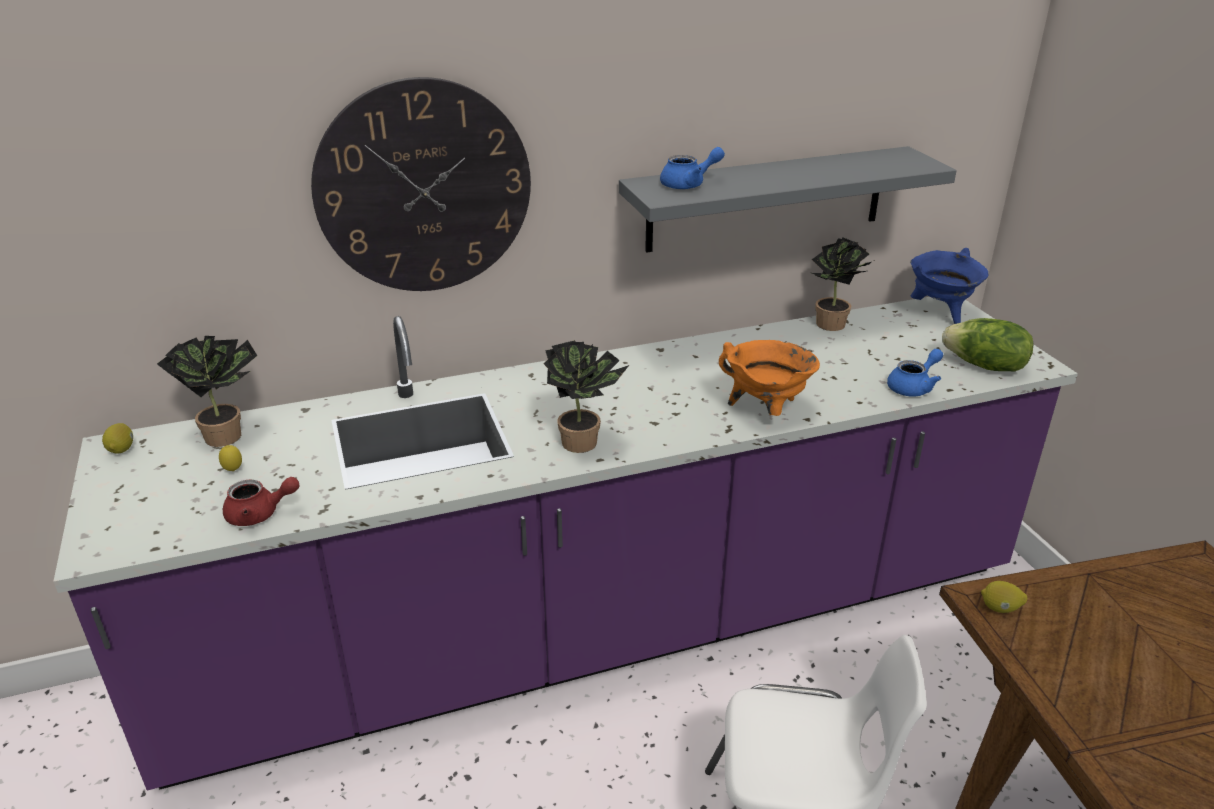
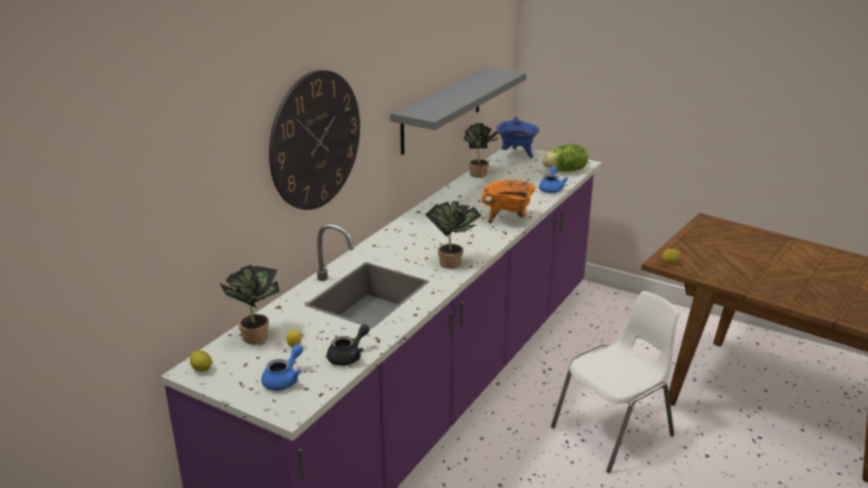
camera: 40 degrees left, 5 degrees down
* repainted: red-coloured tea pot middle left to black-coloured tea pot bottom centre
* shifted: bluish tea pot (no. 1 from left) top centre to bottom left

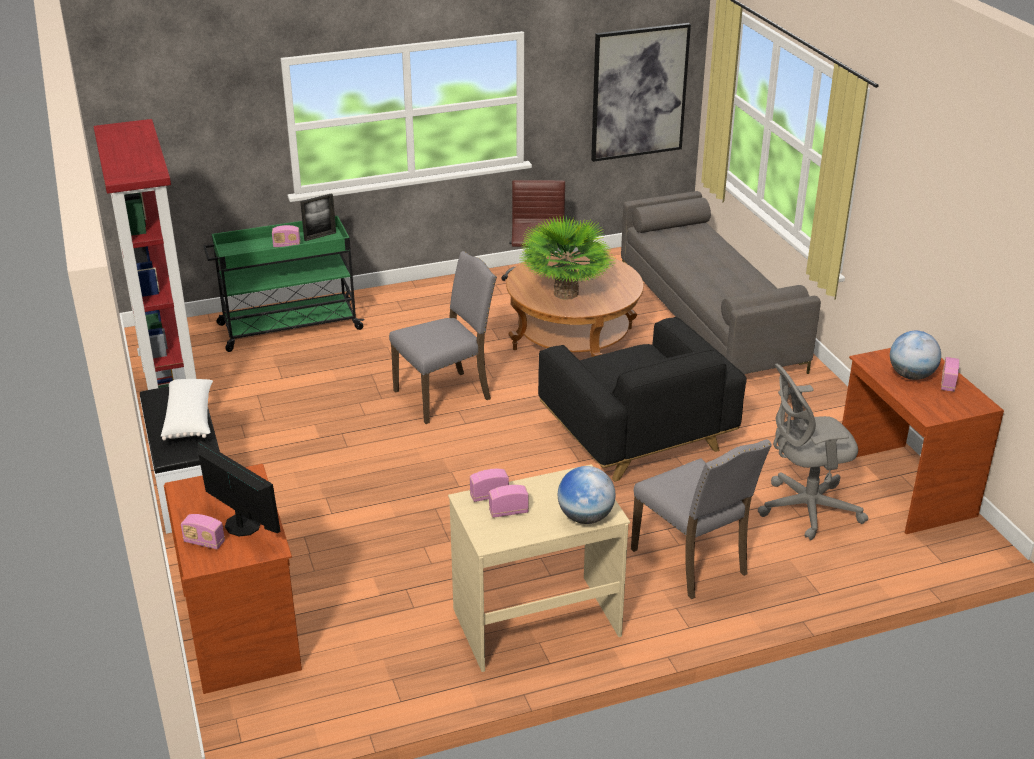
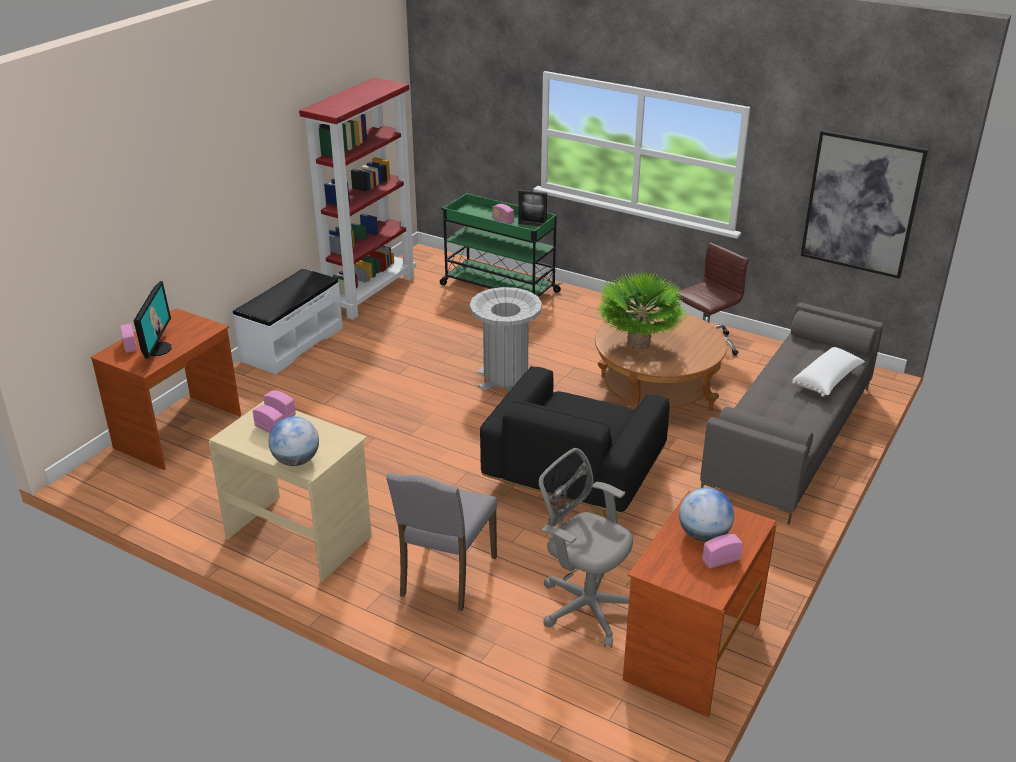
camera: 50 degrees right, 0 degrees up
* shifted: white-coloured cushion middle left to middle right
* swapped: gray chair (no. 1 from left) centre to gray waste bin centre

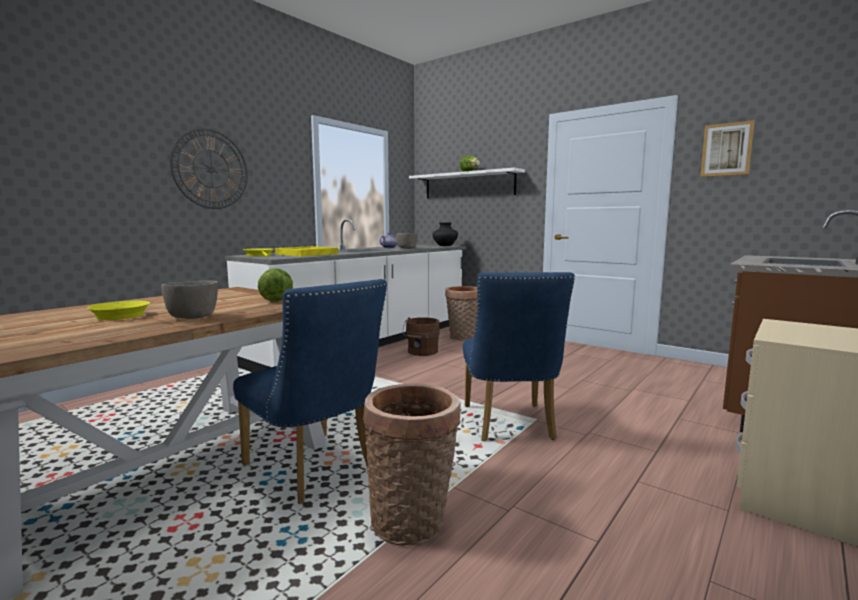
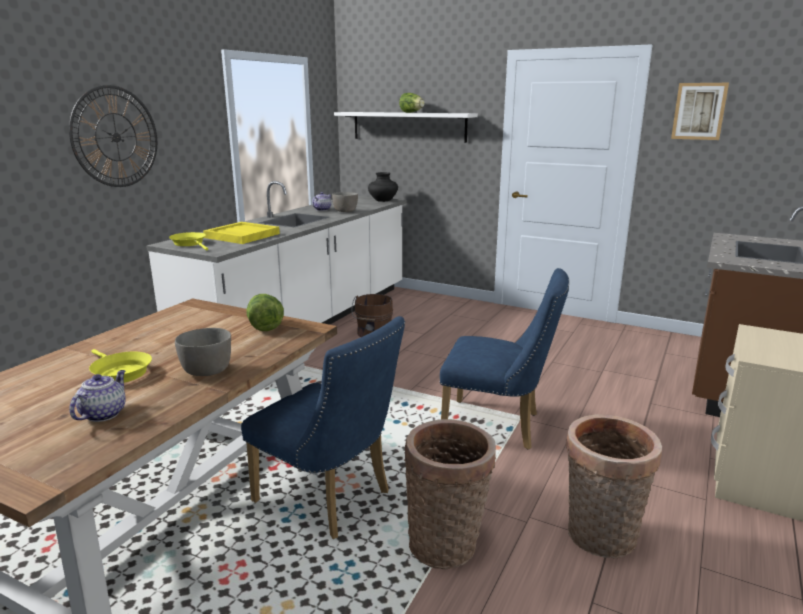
camera: 10 degrees left, 10 degrees up
* shifted: household basket (no. 2 from left) centre to bottom right
* rotated: bluish chair (no. 2 from left) centre = centre 60 degrees counterclockwise
* new: tea pot (no. 1 from left) middle left

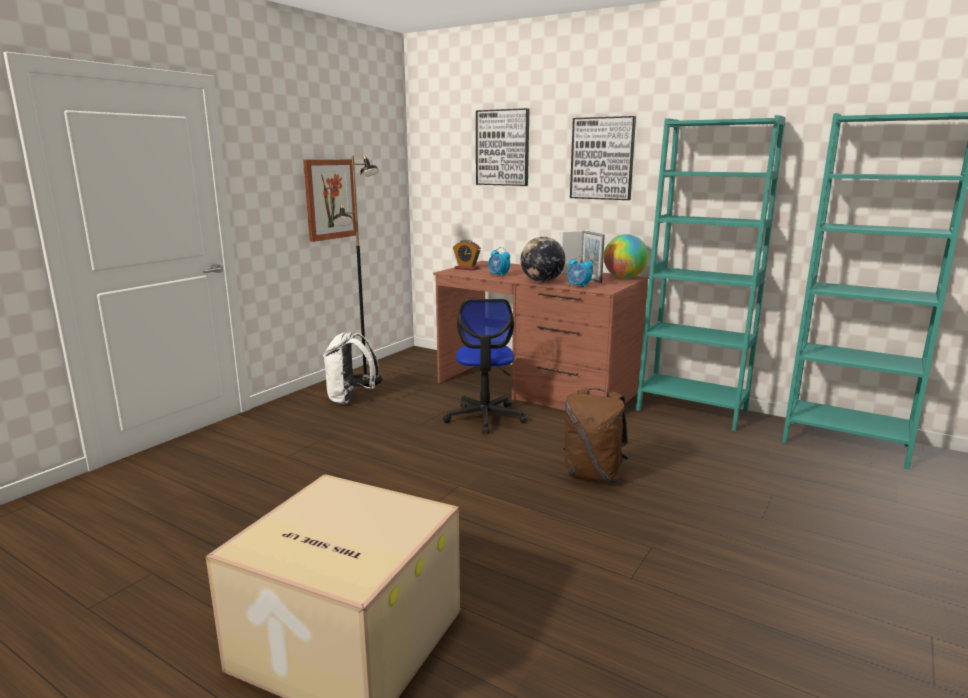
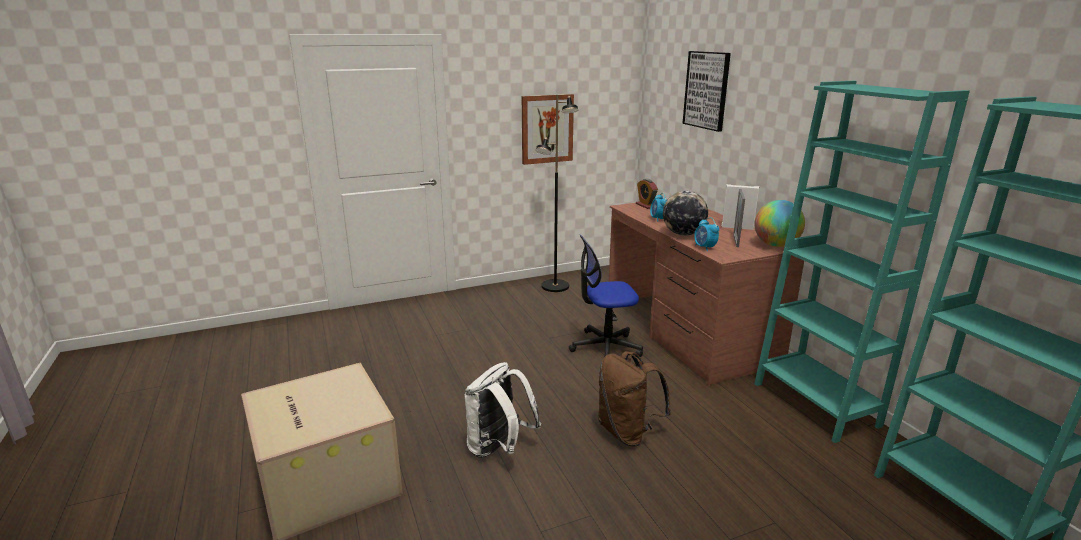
camera: 35 degrees right, 5 degrees up
* shifted: white-coloured knapsack centre to bottom centre
* rotated: office chair centre = centre 45 degrees clockwise
* gone: wall picture (no. 3 from left) top centre

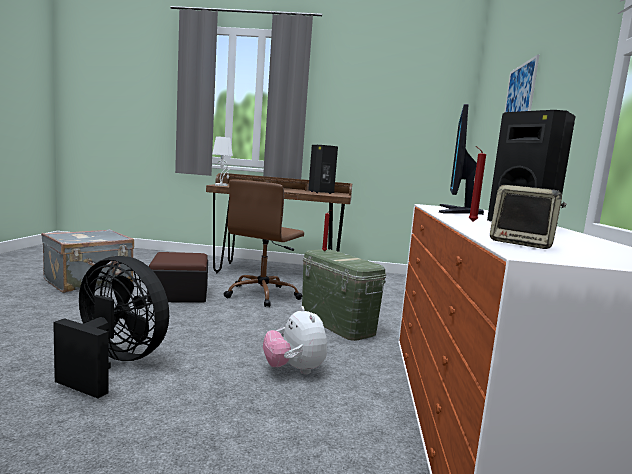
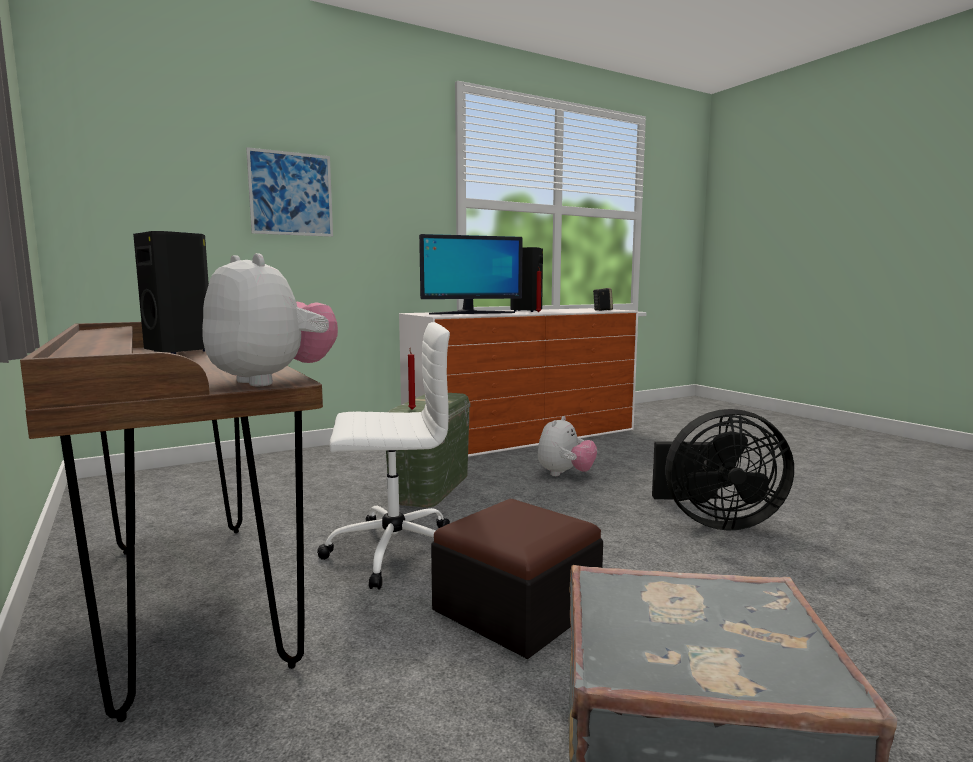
camera: 125 degrees left, 0 degrees up
* rotated: black-coloured fan bottom left = middle right 75 degrees counterclockwise
* swapped: white-coloured lamp for a table centre to soft toy (no. 1 from left) middle left
* repainted: brown office chair centre to white-coloured office chair centre

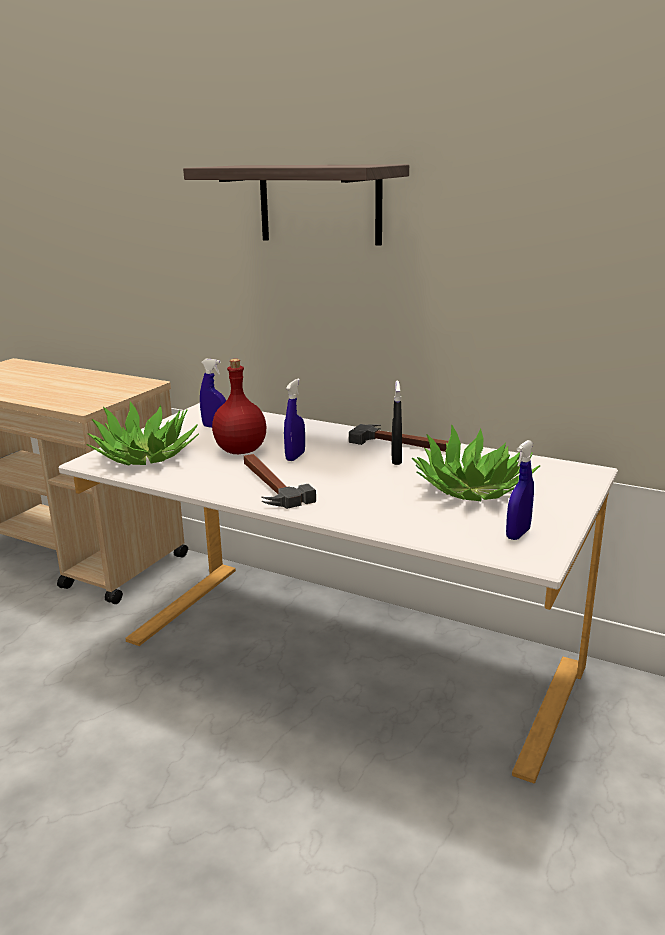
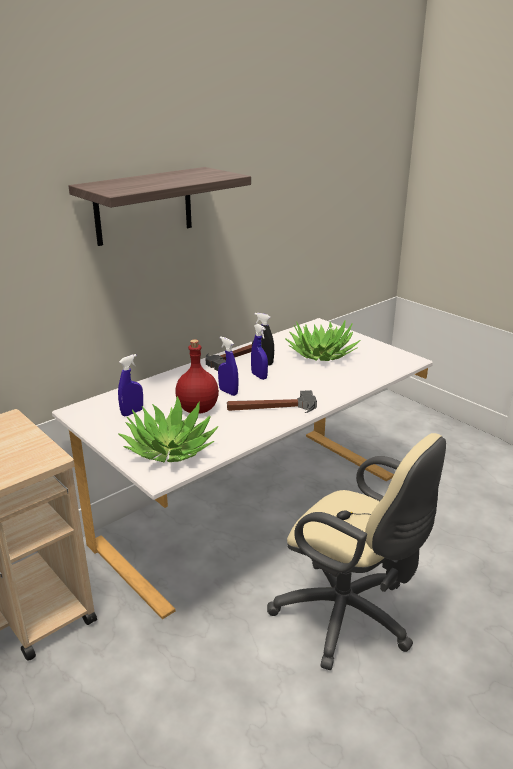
camera: 70 degrees left, 5 degrees up
* shifted: bluish spray bottle (no. 3 from left) middle right to centre
* new: beige office chair bottom right

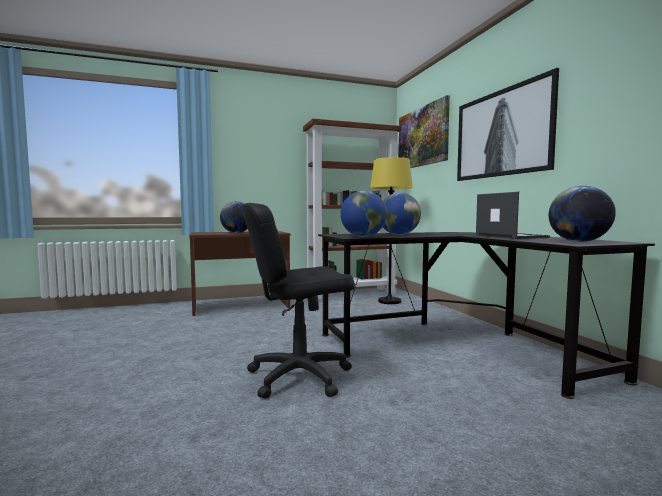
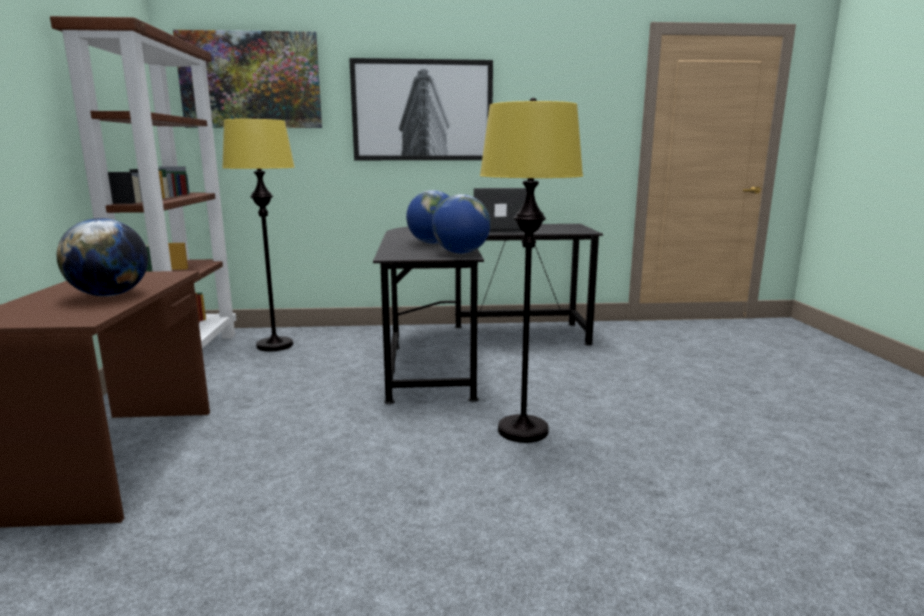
camera: 75 degrees left, 10 degrees up
* swapped: black-coloured office chair centre to yellow-coloured standing lamp (no. 2 from left) centre
* gone: globe (no. 4 from left) middle right

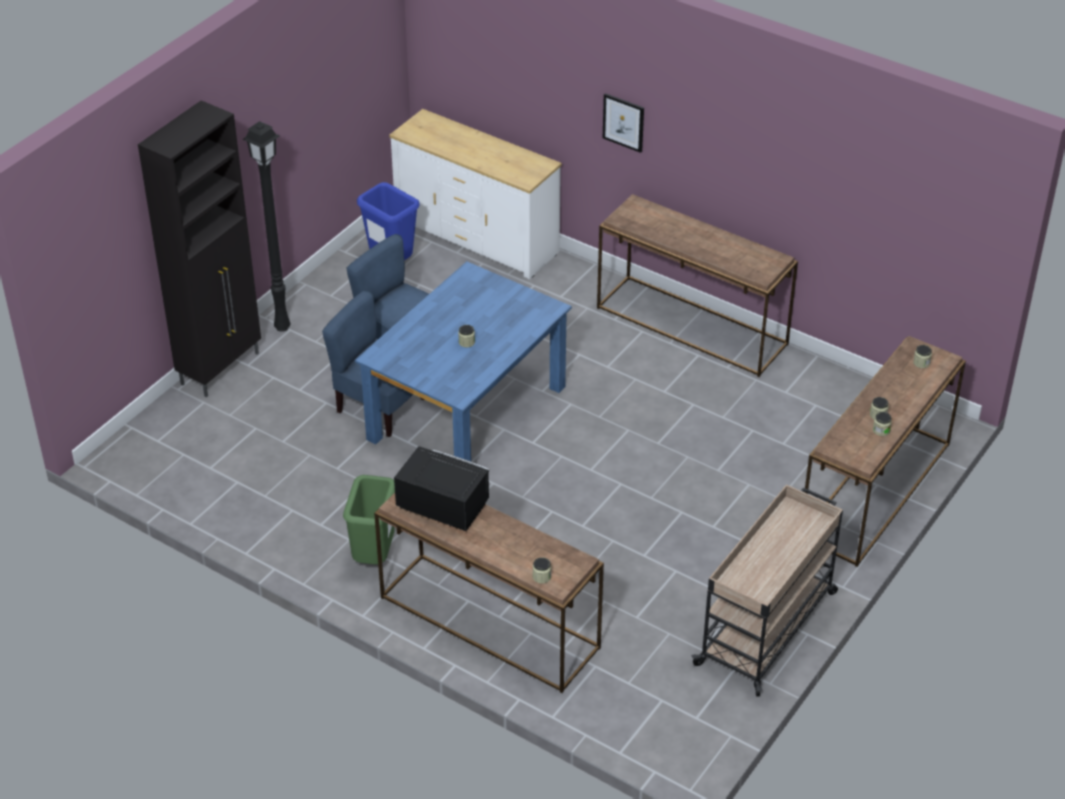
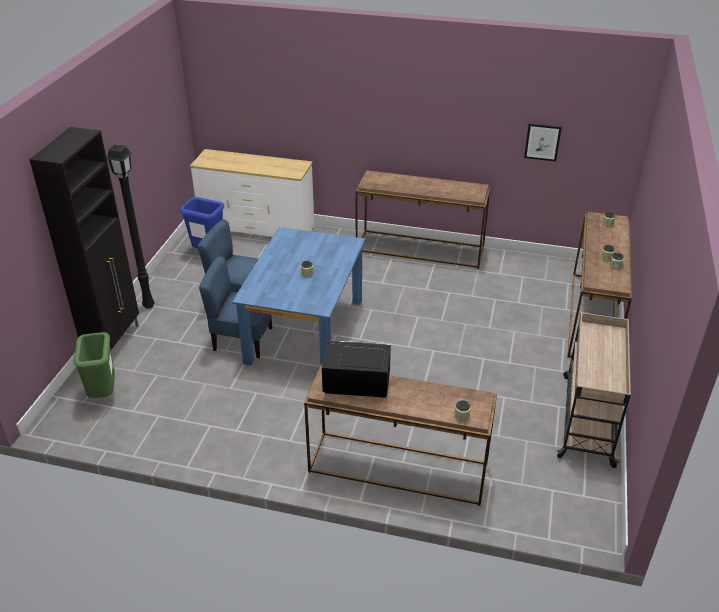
camera: 20 degrees left, 5 degrees down
* shifted: green-coloured waste bin centre to middle left
* shifted: wall picture top centre to top right

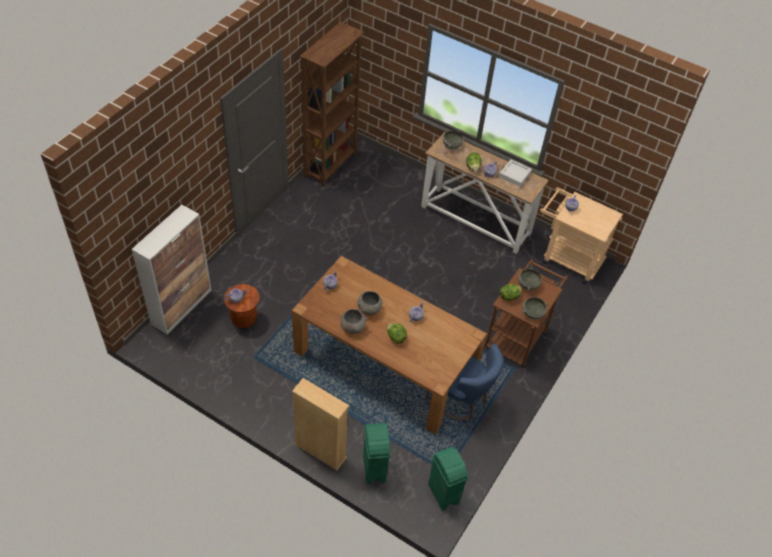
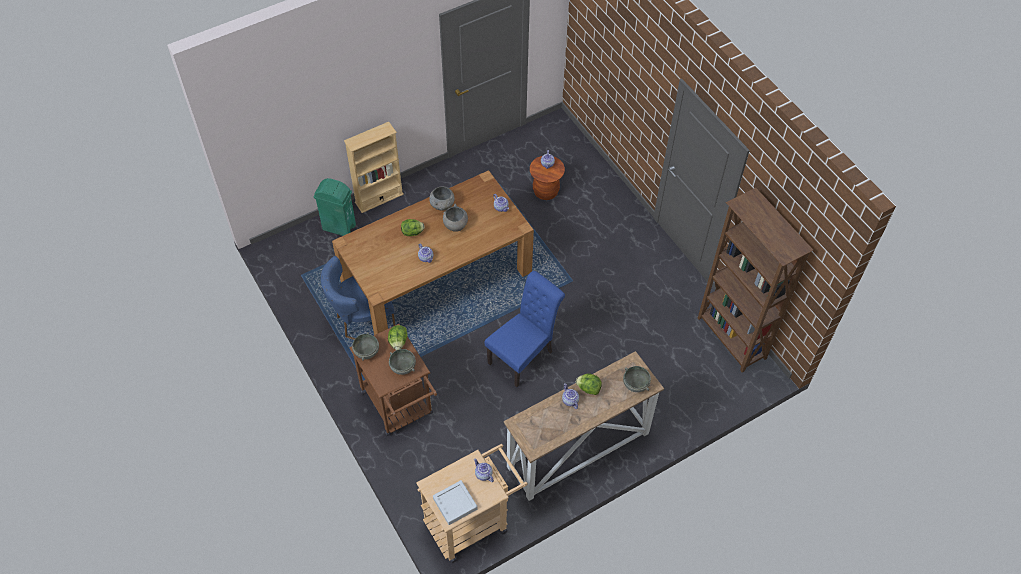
camera: 120 degrees right, 5 degrees up
* gone: cupboard middle left
* gone: green-coloured waste bin (no. 2 from left) bottom centre
* shifted: gray tray top right to bottom centre
* new: bluish chair (no. 2 from left) centre

